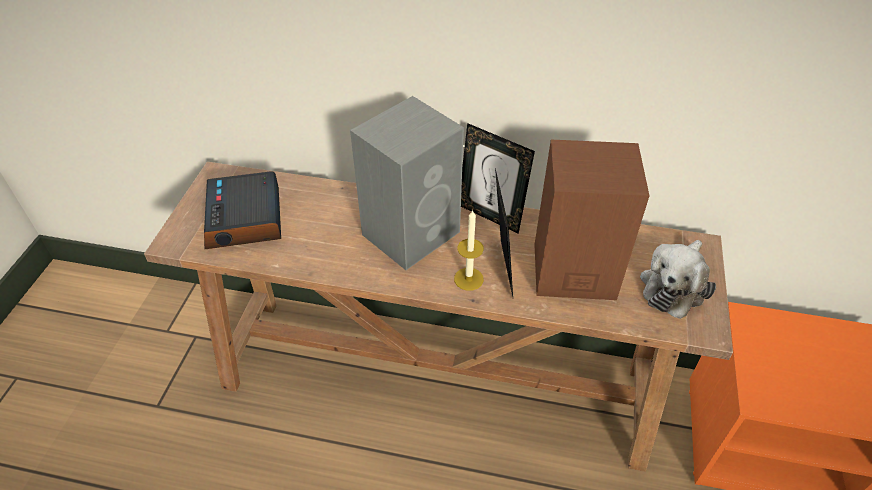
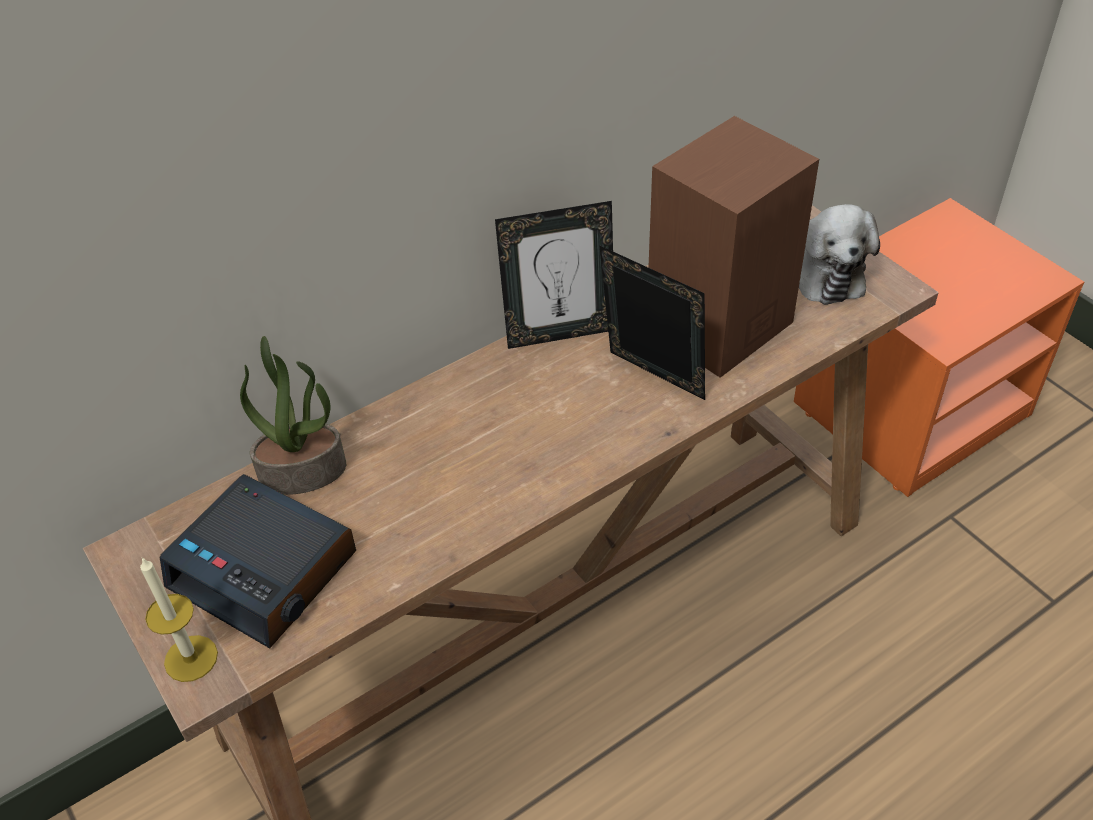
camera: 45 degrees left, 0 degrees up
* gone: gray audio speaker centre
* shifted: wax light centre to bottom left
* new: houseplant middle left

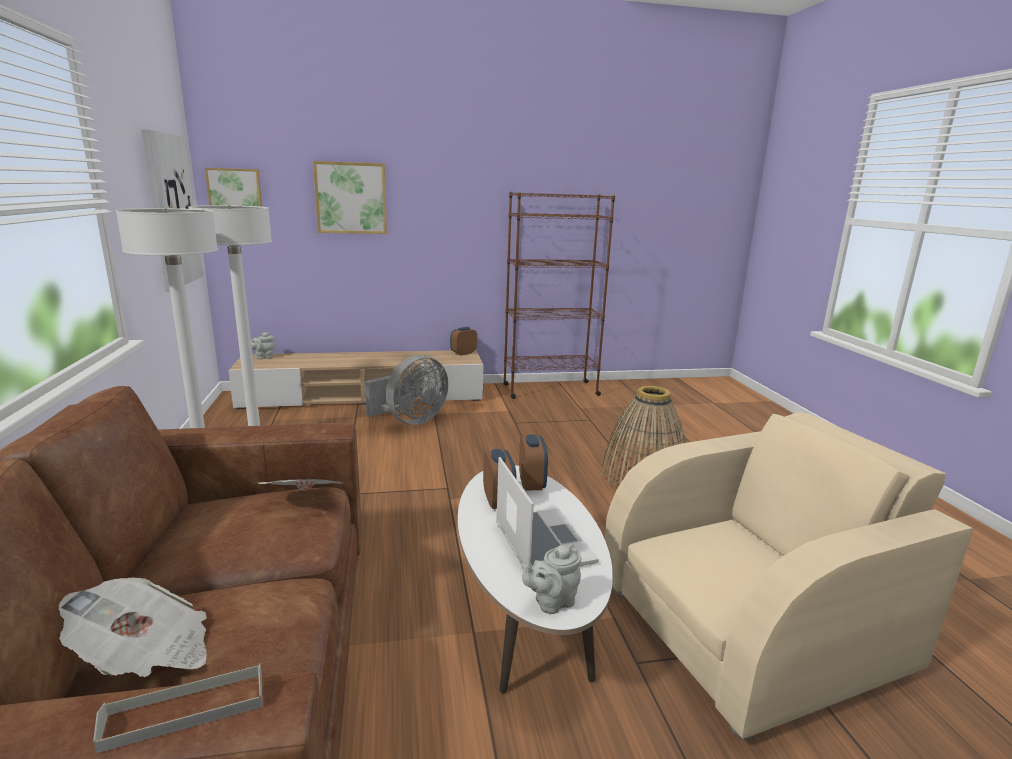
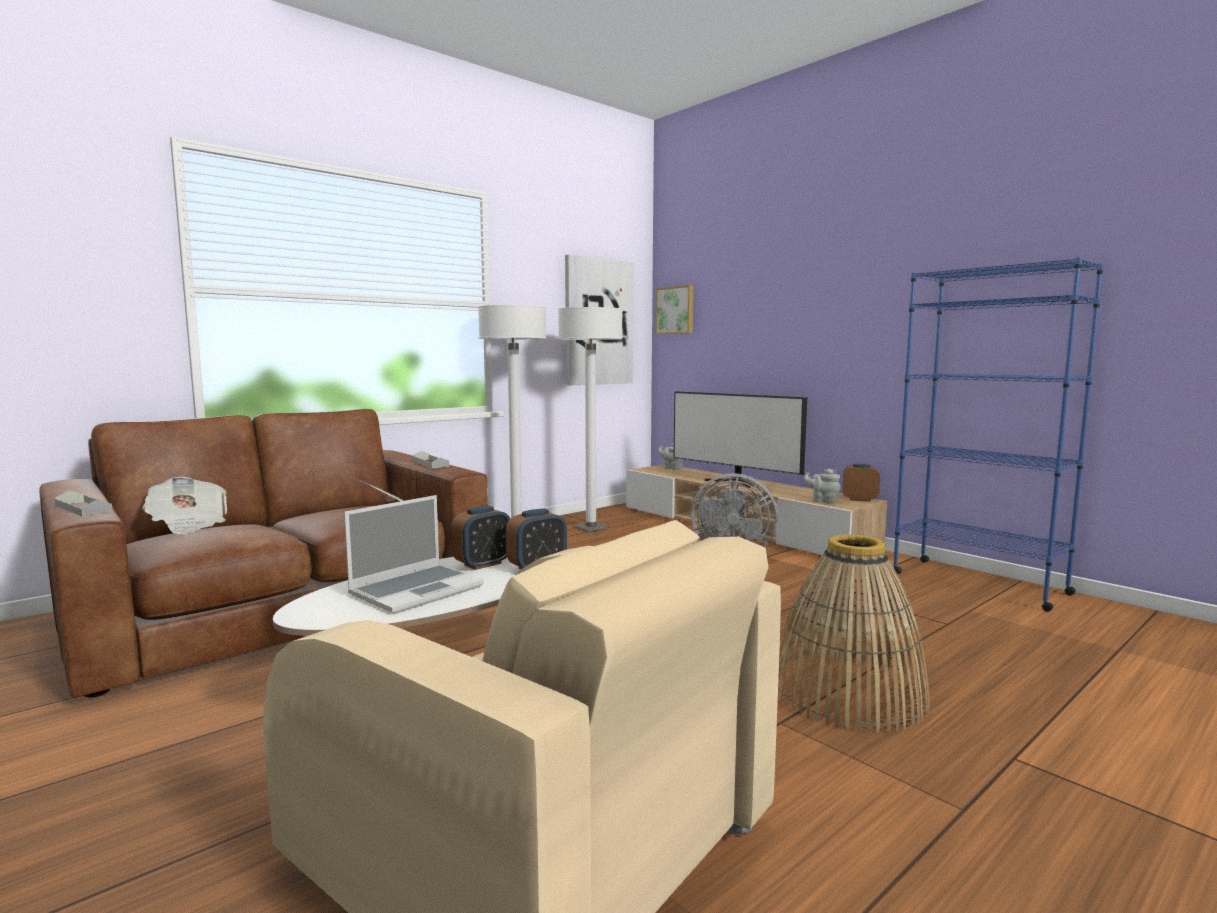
camera: 60 degrees right, 10 degrees down
* gone: wall picture (no. 3 from left) top centre
* repainted: brown bookshelf centre to bluish bookshelf middle right
* shifted: gray tea pot (no. 2 from left) bottom centre to middle right
* new: gray tray (no. 2 from left) centre
* new: television centre

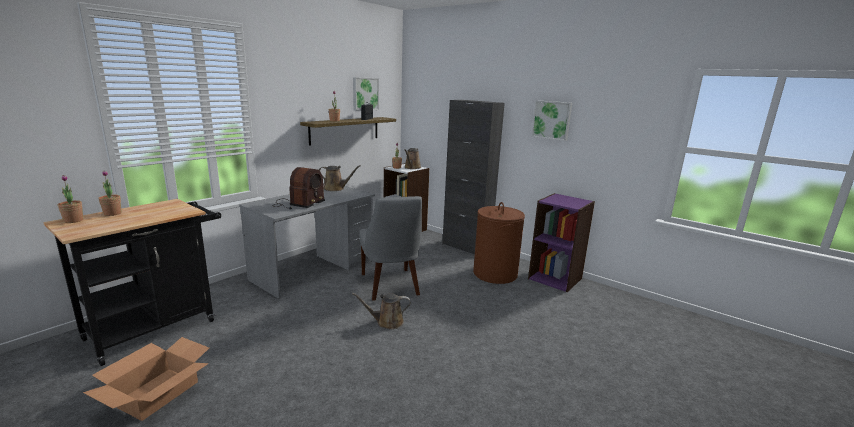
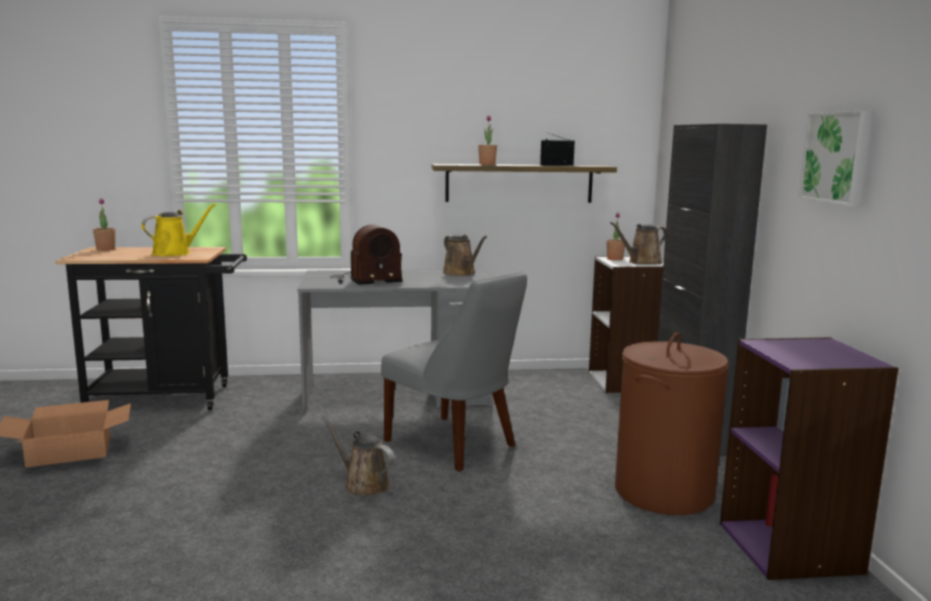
camera: 45 degrees right, 5 degrees down
* gone: houseplant (no. 2 from left) middle left
* gone: wall picture (no. 1 from left) top centre
* rotated: gray chair centre = centre 75 degrees counterclockwise
* new: yellow-coloured watering pot middle left

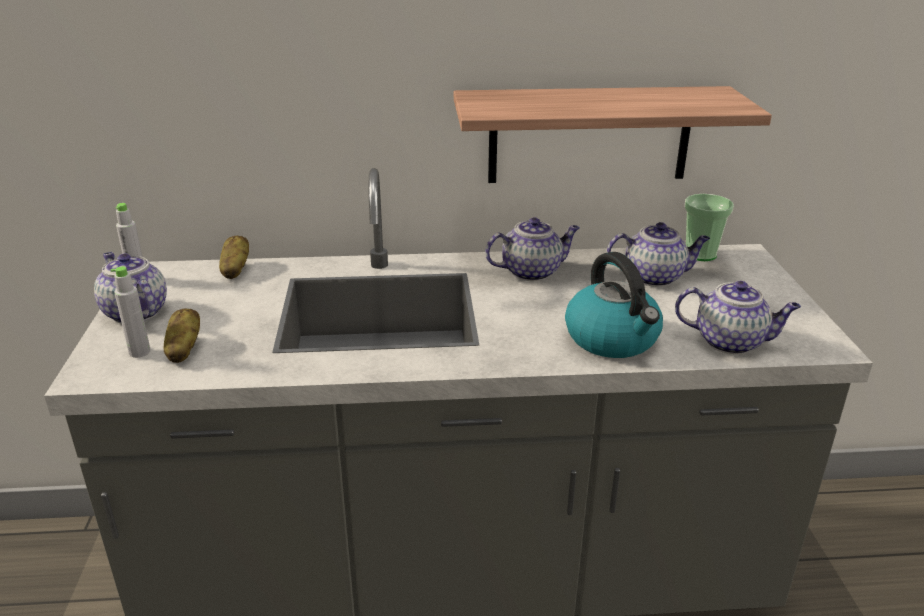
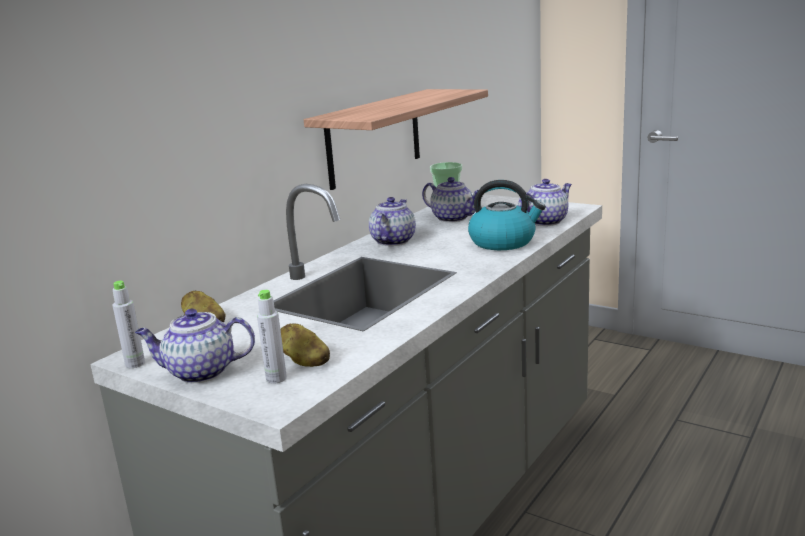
camera: 50 degrees left, 10 degrees down
* rotated: tea pot (no. 3 from left) middle right = centre 90 degrees clockwise

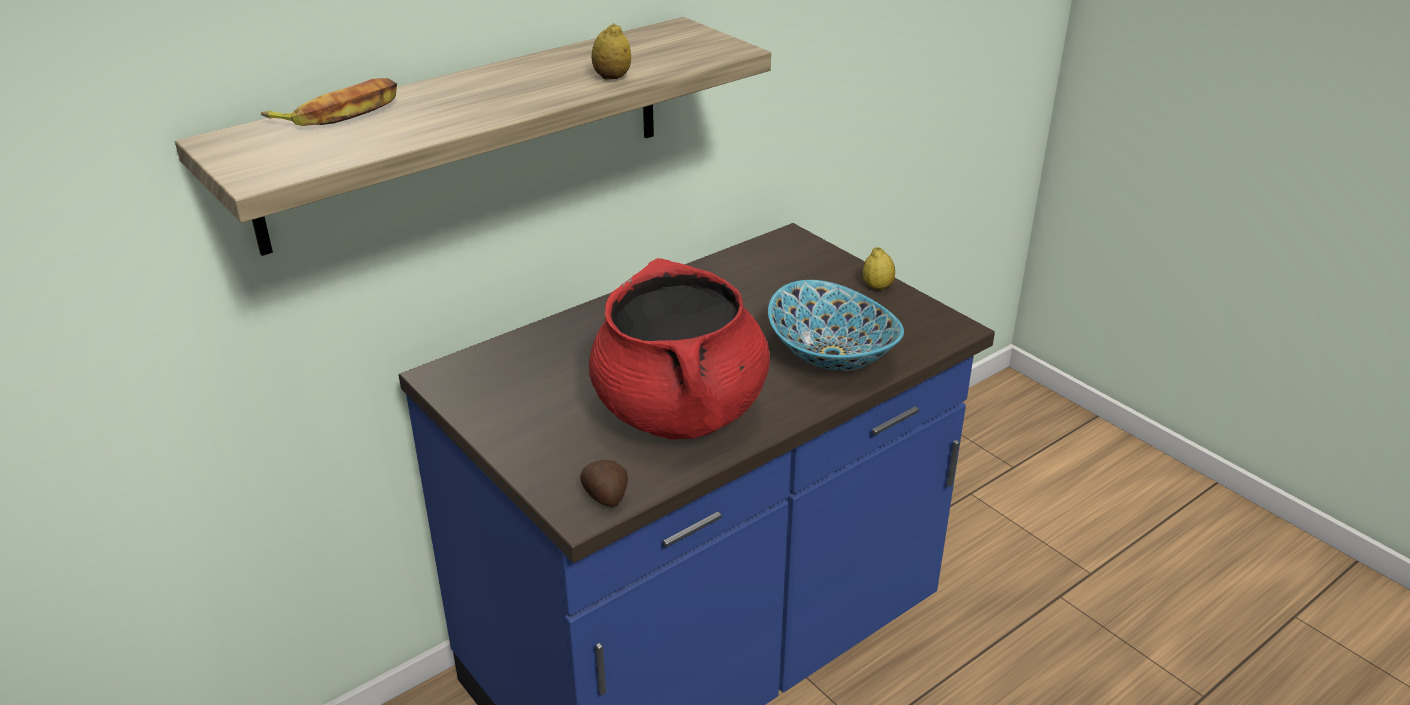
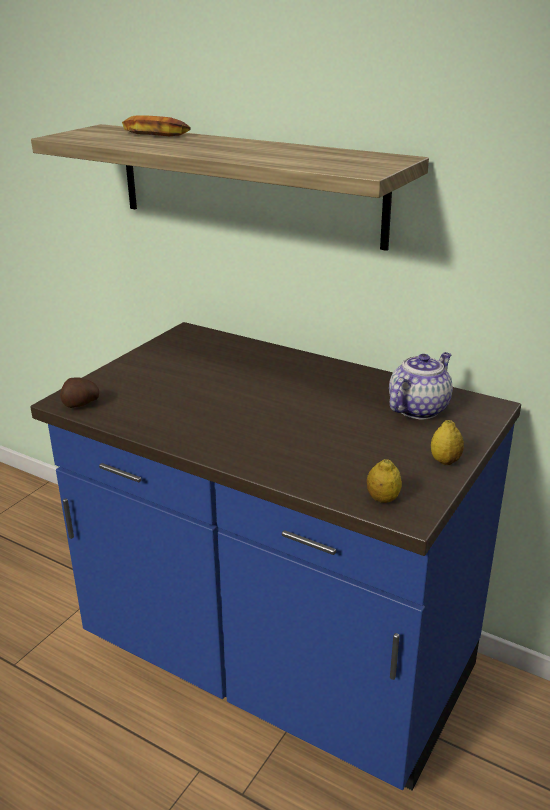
camera: 70 degrees right, 5 degrees down
* gone: red-coloured saucepot centre
* shifted: citrus fruit (no. 1 from left) top centre to middle right
* gone: bowl centre
* new: tea pot middle right

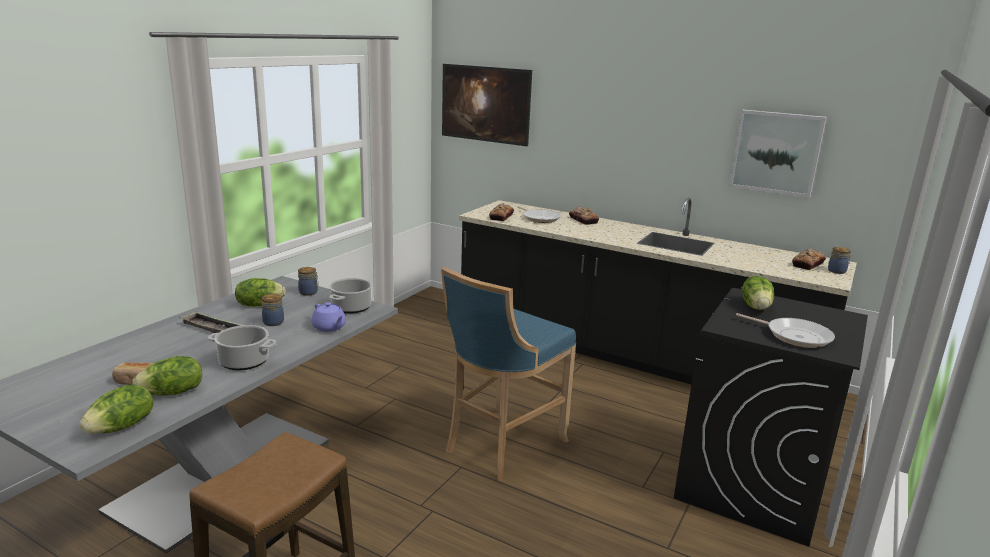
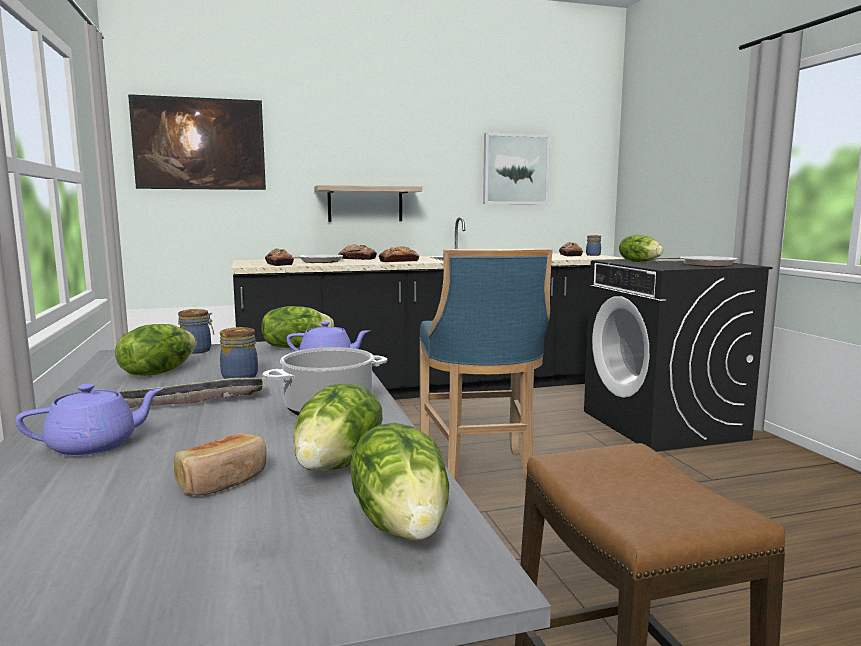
camera: 45 degrees left, 10 degrees down
* swapped: saucepot (no. 2 from left) centre to head of lettuce (no. 2 from left) centre
* new: purple tea pot (no. 1 from left) middle left
* new: bracket shelf top centre
* new: bakery bread (no. 4 from left) centre

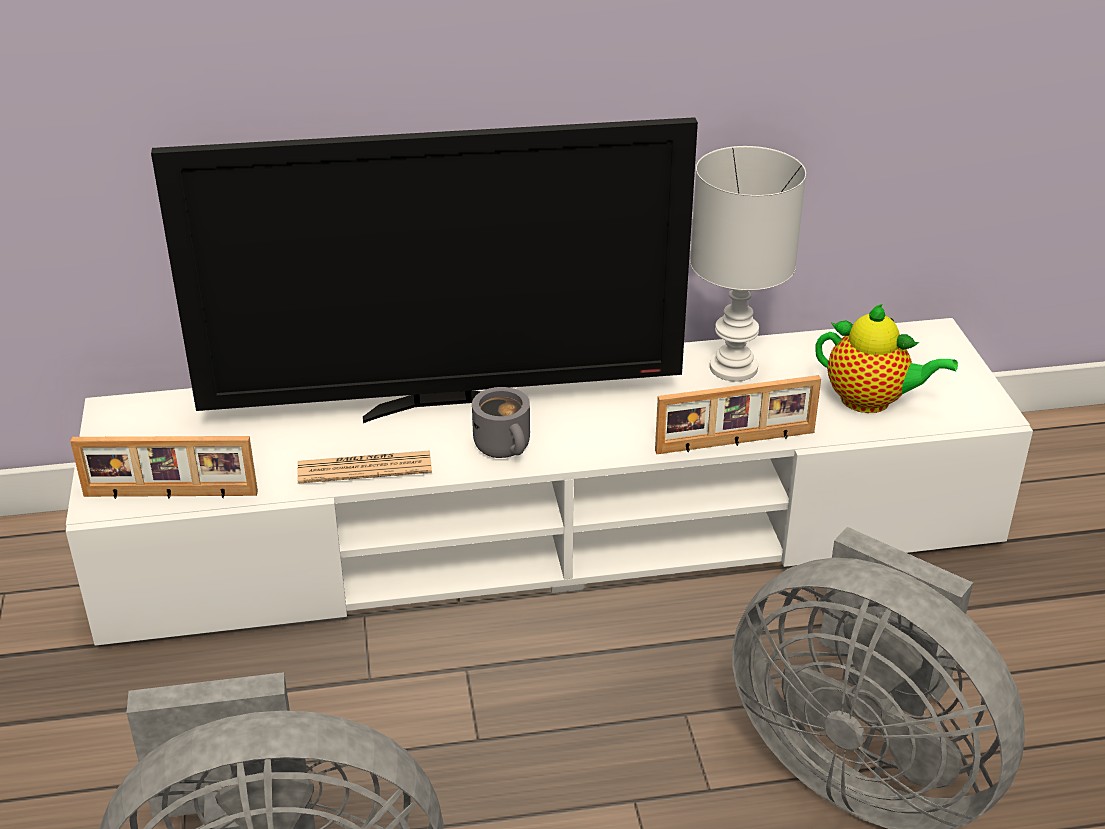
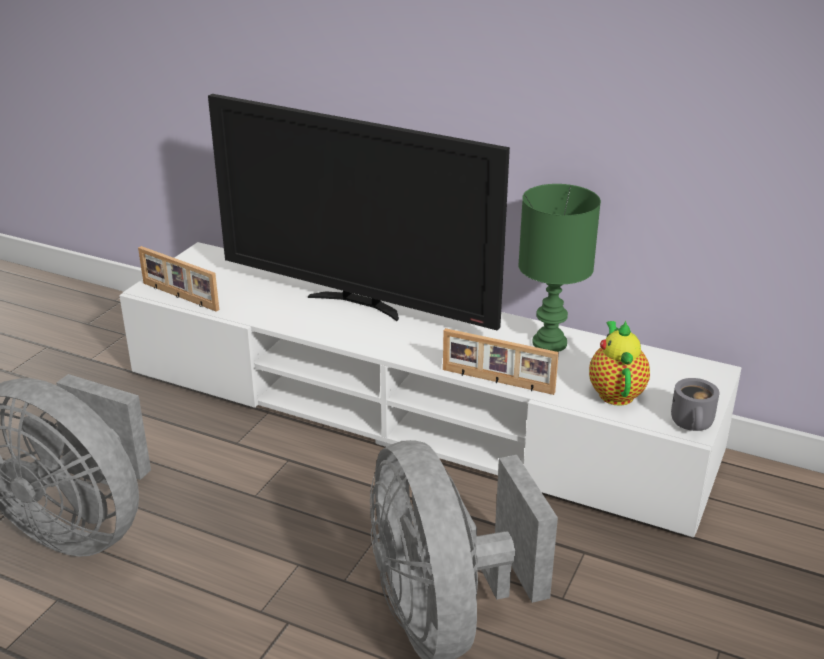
camera: 35 degrees right, 5 degrees down
* gone: printed paper middle left
* shifted: gray tea mug centre to middle right
* repainted: white-coloured lamp for a table top right to green-coloured lamp for a table middle right
* rotated: tea pot middle right = middle right 150 degrees counterclockwise

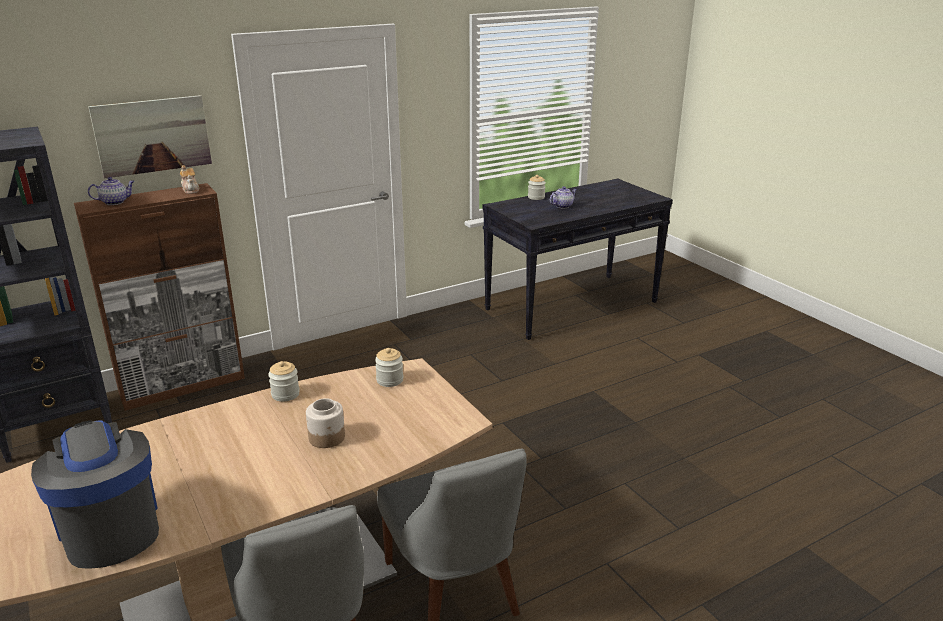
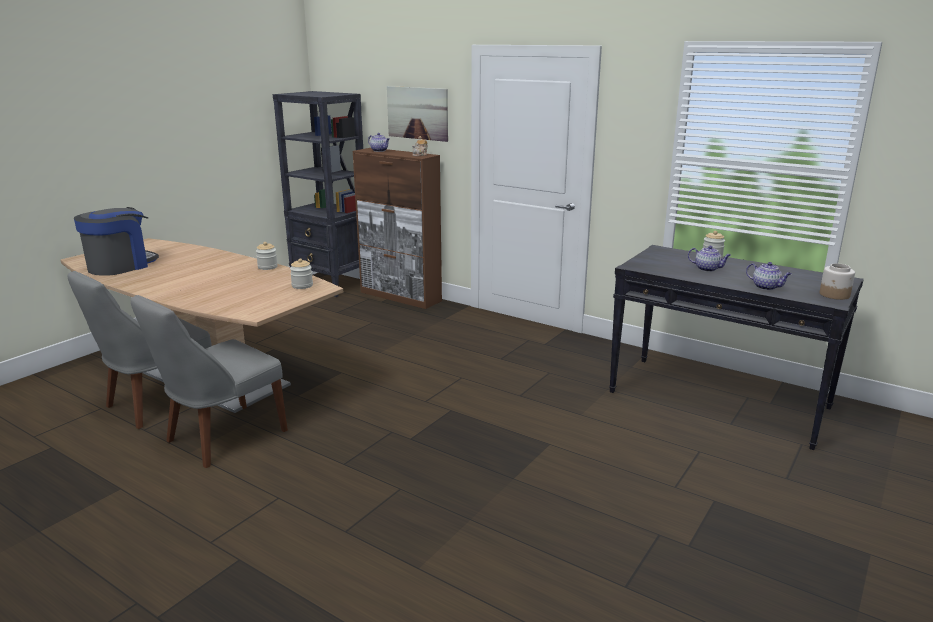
camera: 65 degrees right, 5 degrees down
* shifted: storage jar (no. 2 from left in the first image) bottom centre to storage jar (no. 4 from left) middle right
* new: tea pot (no. 4 from left) middle right

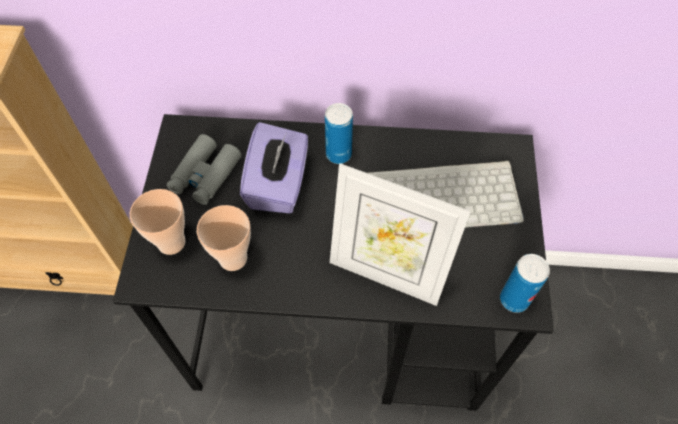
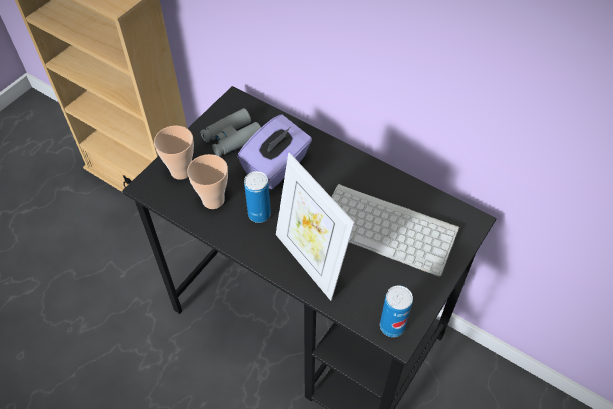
camera: 30 degrees right, 5 degrees down
* shifted: can (no. 1 from left) top centre to centre

